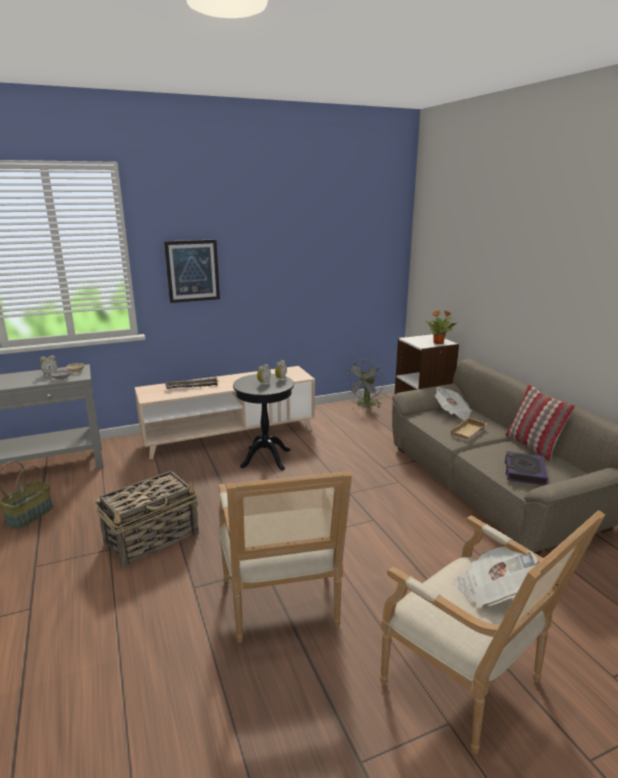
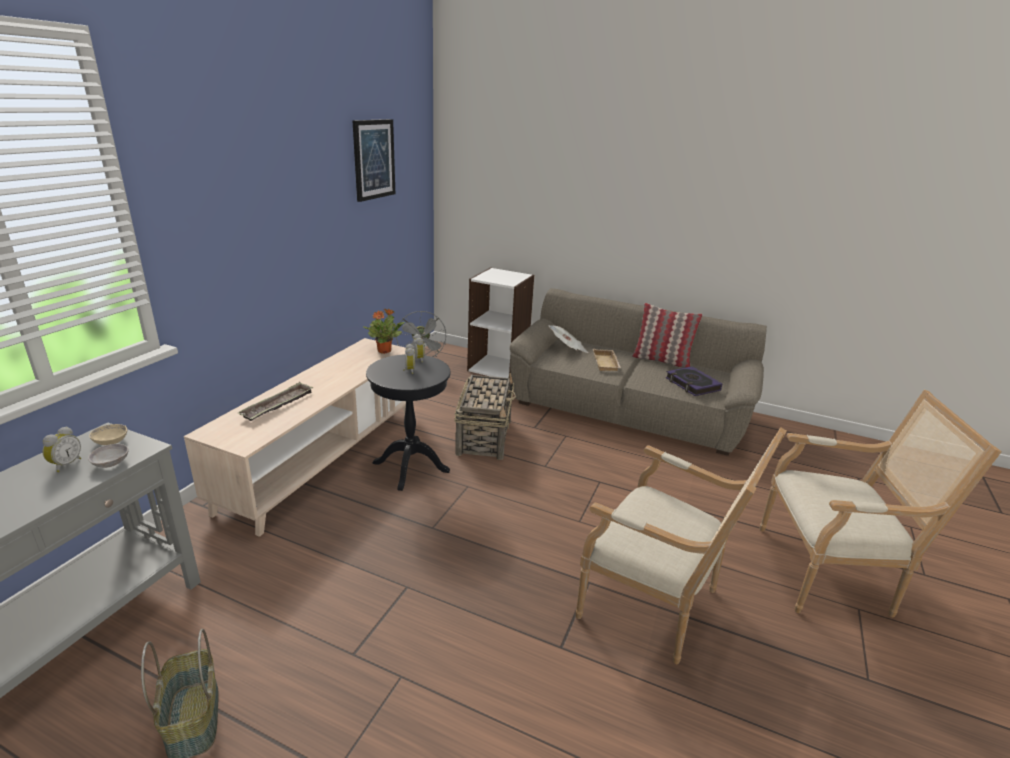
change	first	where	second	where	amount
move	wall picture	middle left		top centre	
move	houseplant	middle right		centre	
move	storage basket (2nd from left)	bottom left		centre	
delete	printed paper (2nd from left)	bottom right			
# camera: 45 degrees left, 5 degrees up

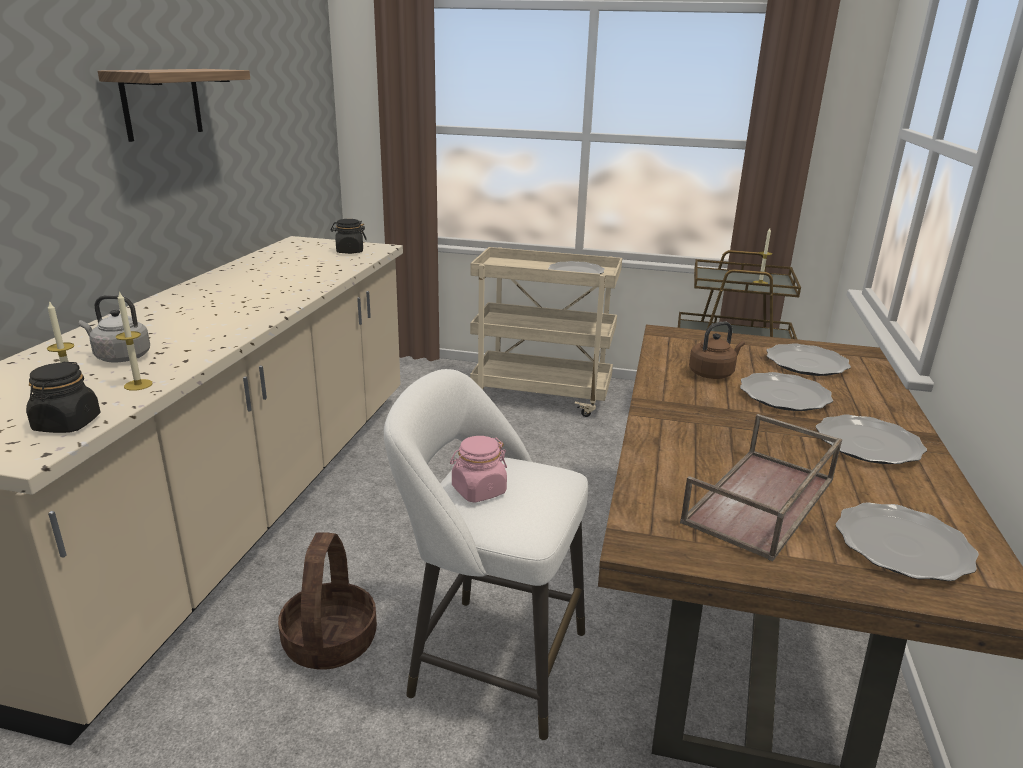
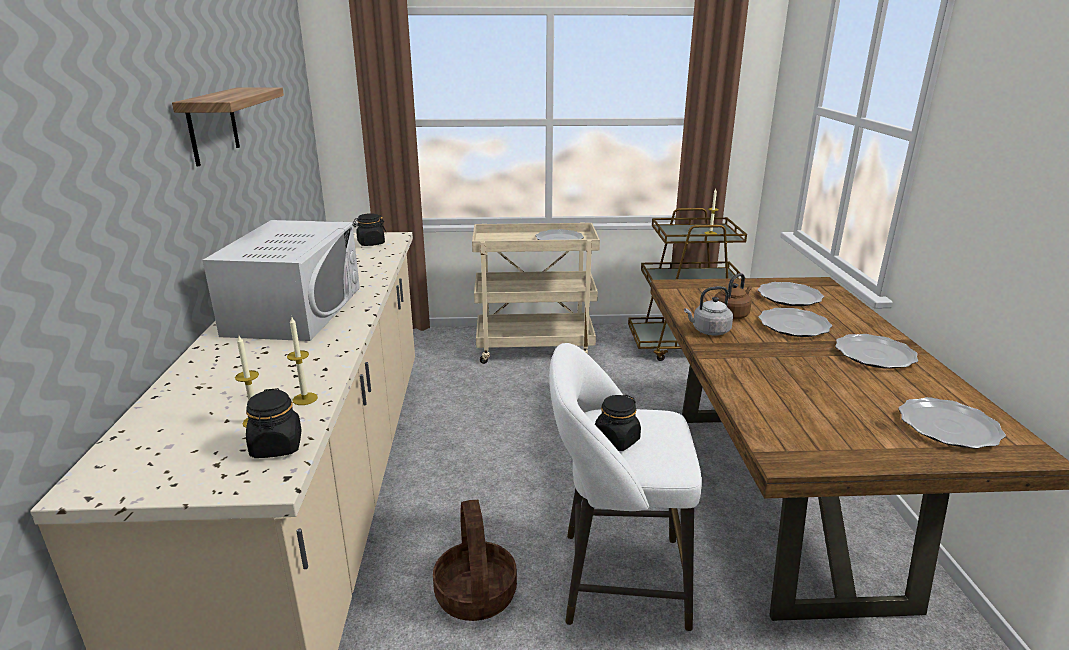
change	first	where	second	where	amount
insert			white-coloured microwave oven	middle left	
recolor	pinkish storage jar	centre	blackish storage jar (3rd from left)	centre	
move	grey water kettle	middle left		centre	
delete	brown carrying tray	middle right			
# camera: 15 degrees left, 0 degrees up

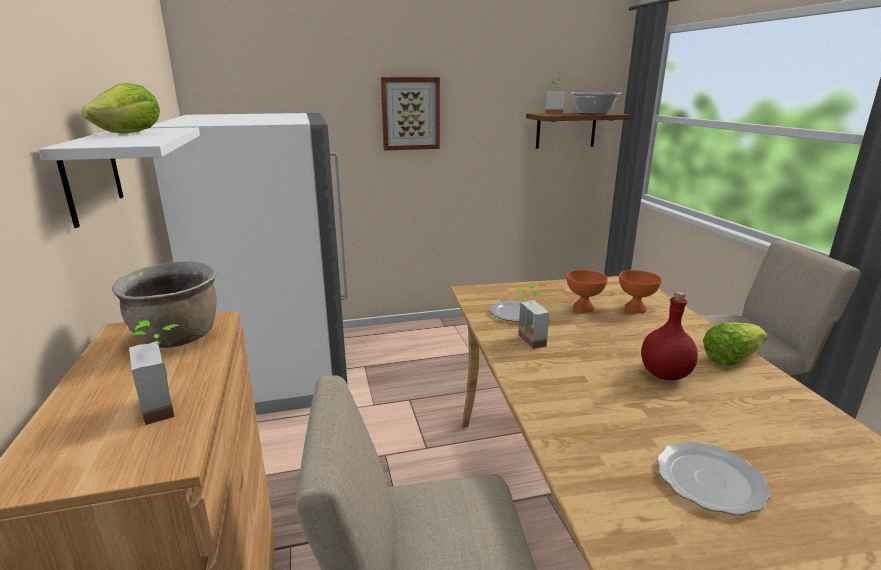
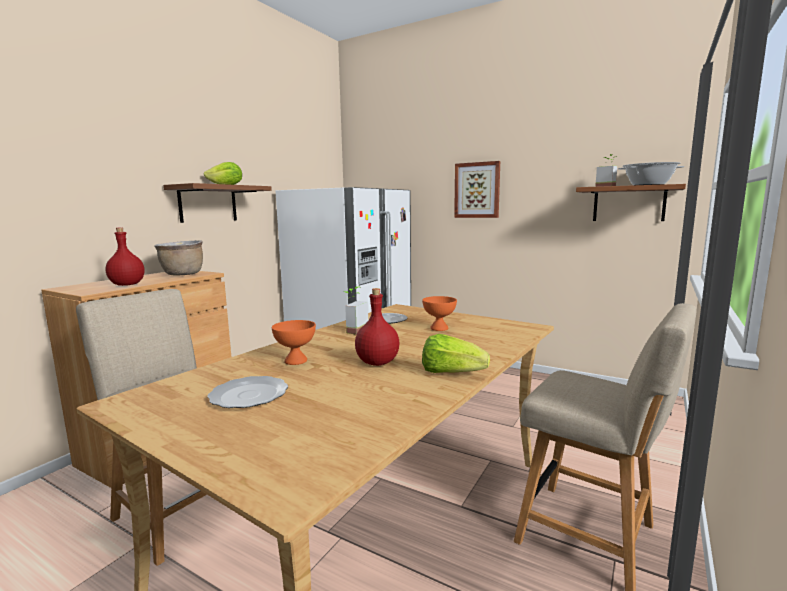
change	first	where	second	where	amount
replace	houseplant (1st from left)	middle left	red drink bottle (1st from left)	middle left	
recolor	white-coloured shelf	top left	brown shelf (1st from left)	middle left	
move	orange serving bowl (2nd from left in the first image)	middle right	orange serving bowl (1st from left)	centre	
# camera: 45 degrees right, 10 degrees down

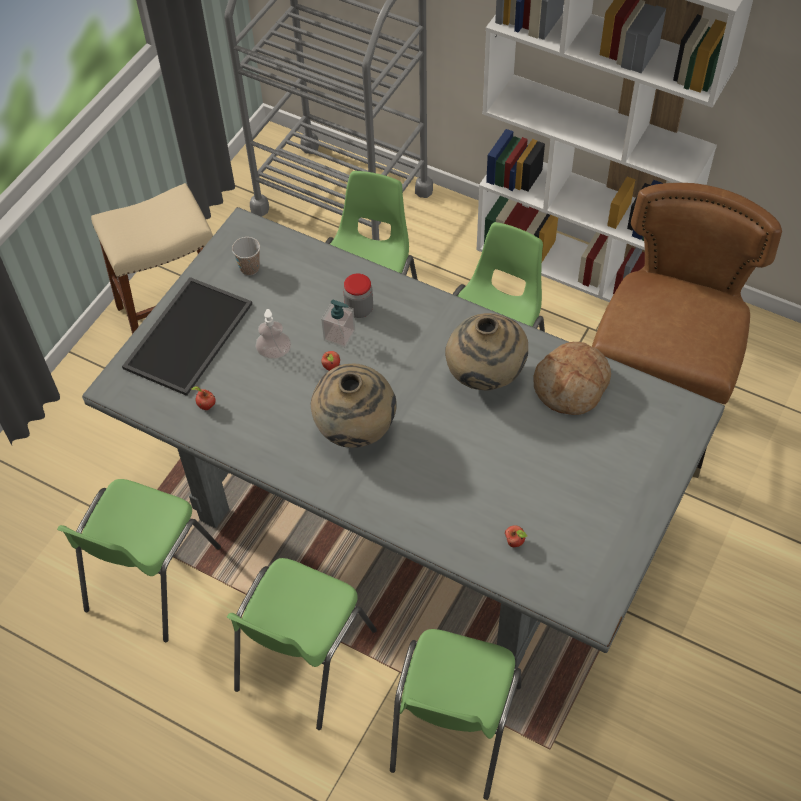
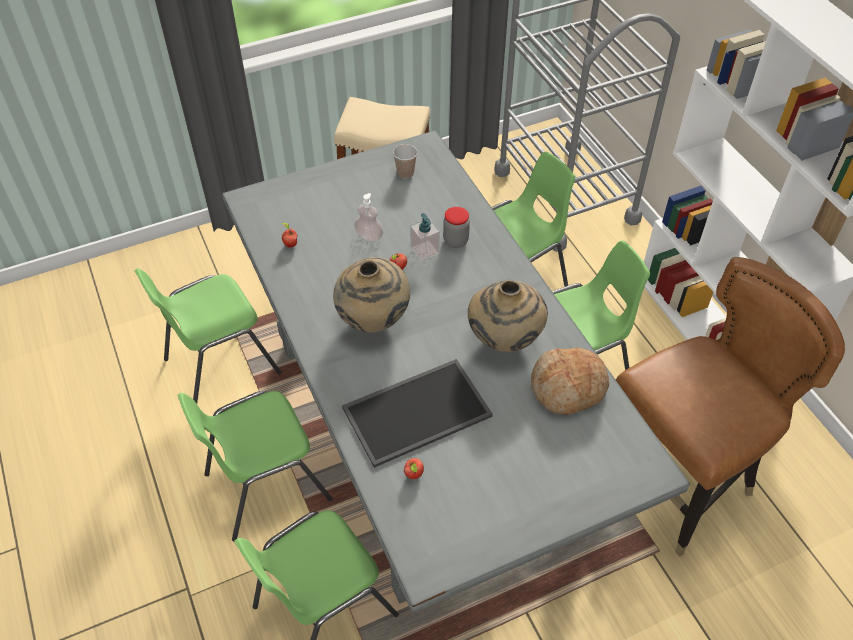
change	first	where	second	where	amount
move	carrying tray	middle left		centre	
# camera: 35 degrees right, 5 degrees down

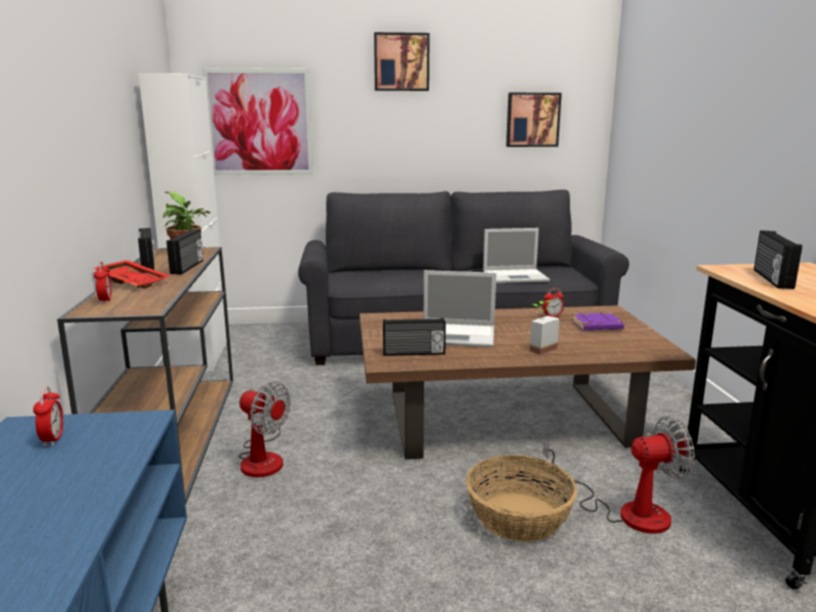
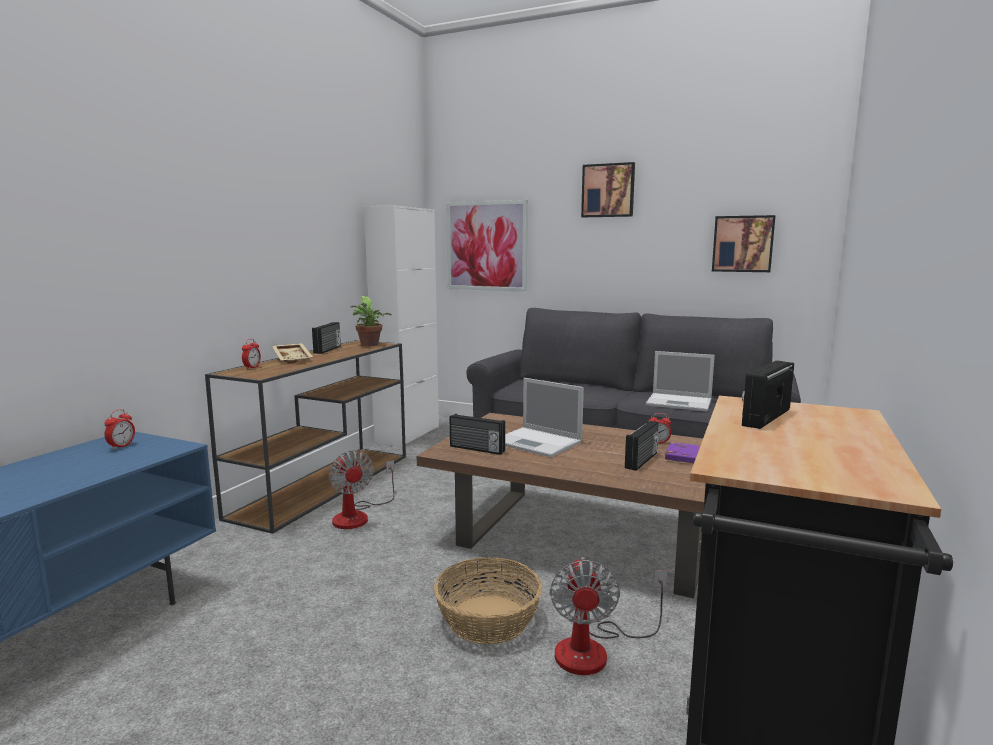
change	first	where	second	where	amount
recolor	red carrying tray	middle left	beige carrying tray	middle left	
rotate	cooling fan (2nd from left)	bottom right		bottom centre	75 degrees clockwise
move	radio set (2nd from left in the first image)	middle left	radio set (3rd from left)	centre	
delete	houseplant (2nd from left)	middle right			
# camera: 30 degrees right, 5 degrees down

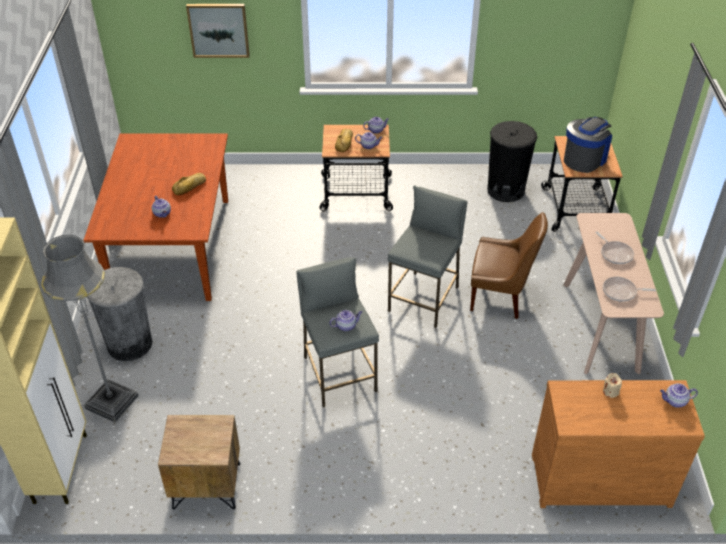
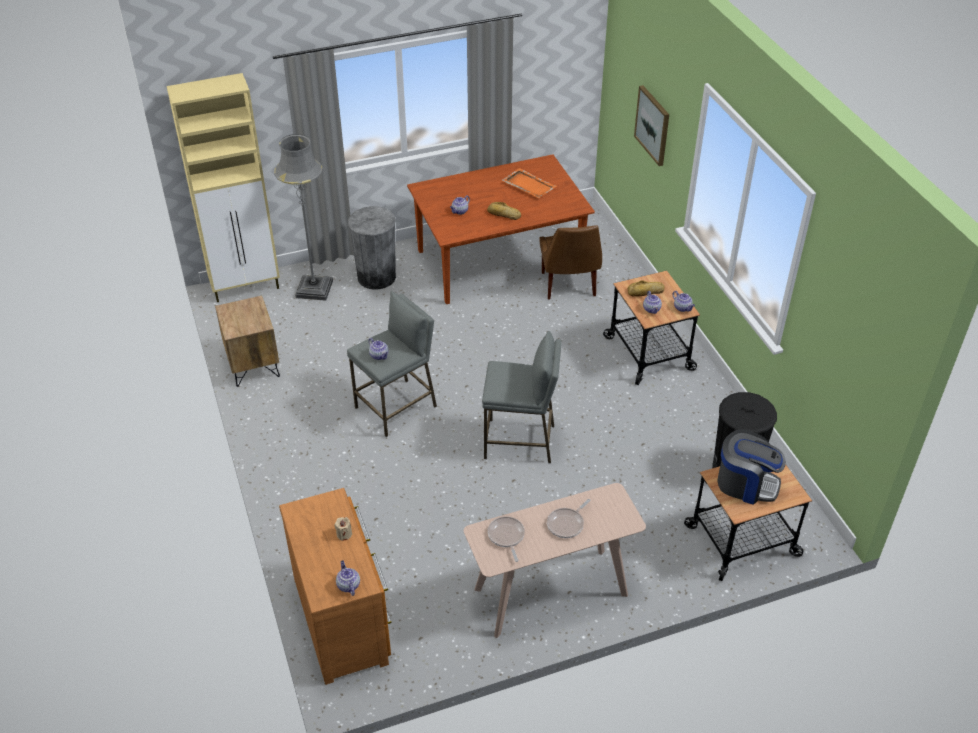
change	first	where	second	where	amount
insert			orange carrying tray	top centre	
move	brown plain chair	middle right		centre	
# camera: 70 degrees right, 0 degrees up

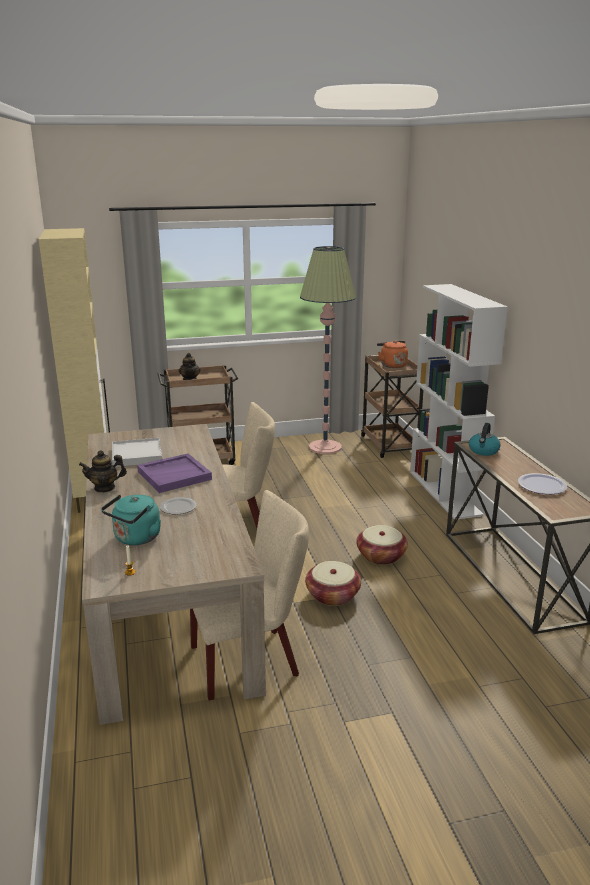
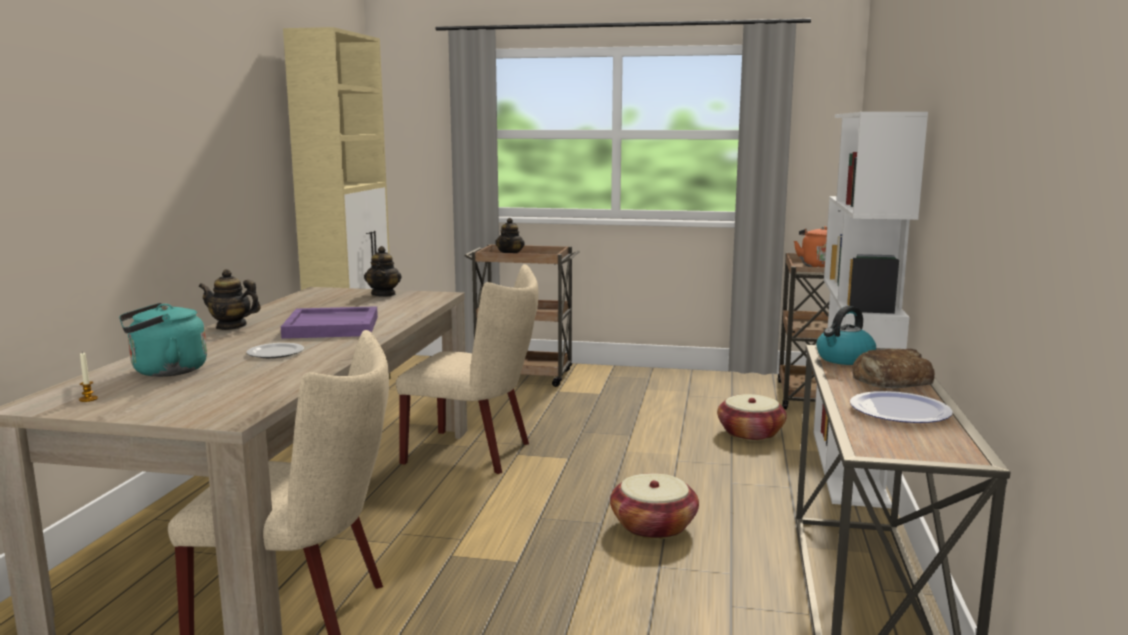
change	first	where	second	where	amount
insert			teapot (2nd from left)	centre	
move	storage basket (1st from left in the first image)	centre	storage basket (2nd from left)	middle right	
insert			bakery bread	middle right	
delete	white-coloured carrying tray	middle left			
delete	standard lamp	centre			
# camera: 25 degrees right, 10 degrees down

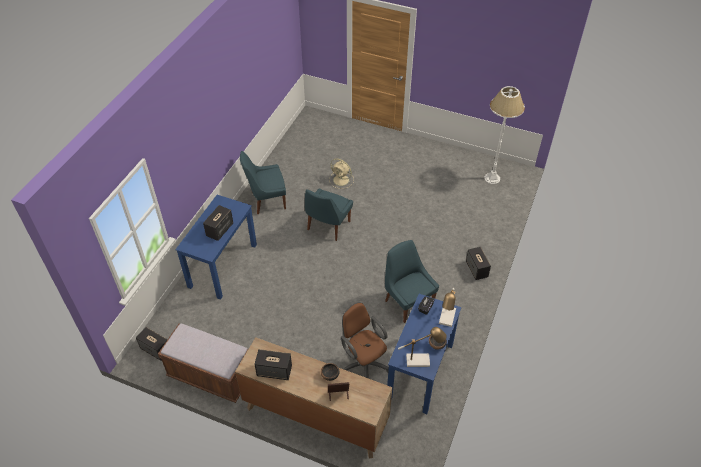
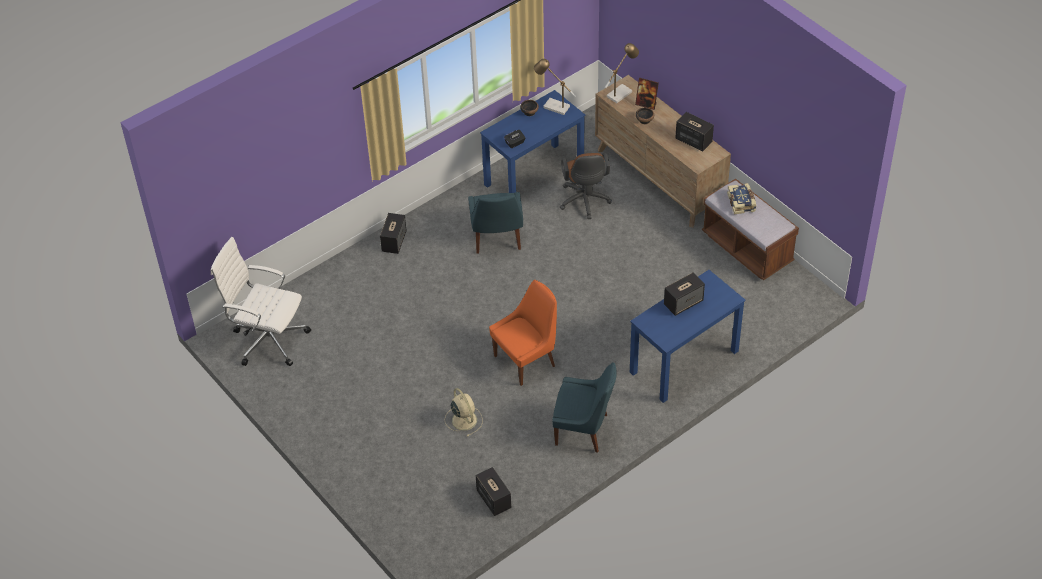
change	first	where	second	where	amount
replace	white-coloured standard lamp	top right	white-coloured computer chair	middle left	
move	loudspeaker (1st from left in the first image)	bottom left	loudspeaker (2nd from left)	bottom centre	
recolor	bluish plain chair (2nd from left)	centre	orange plain chair	centre	
move	table lamp (2nd from left)	centre		top centre	
insert			volume	middle right	
# camera: 150 degrees left, 0 degrees up

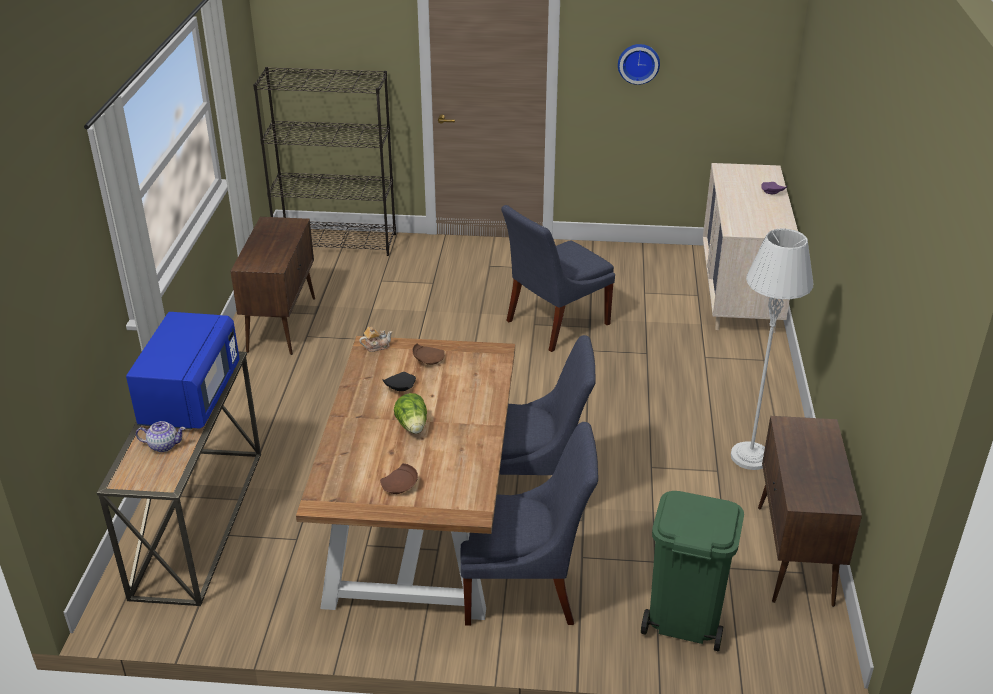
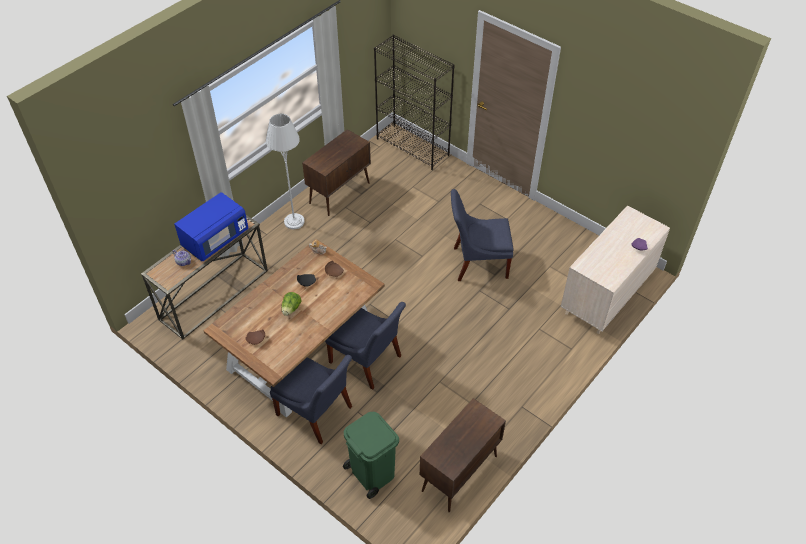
change	first	where	second	where	amount
move	grey standard lamp	middle right		top centre	
delete	wall clock	top centre			
# camera: 35 degrees right, 15 degrees up

